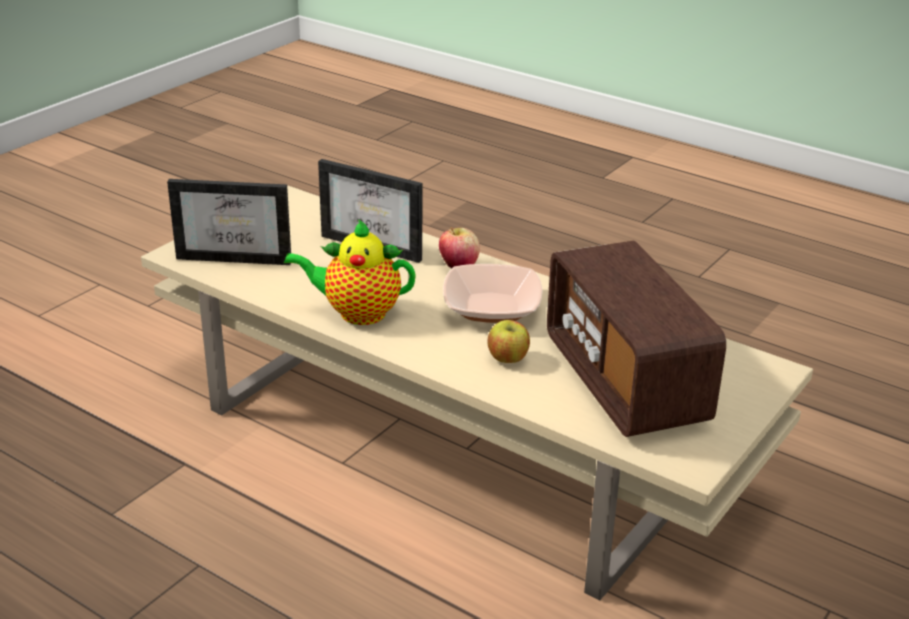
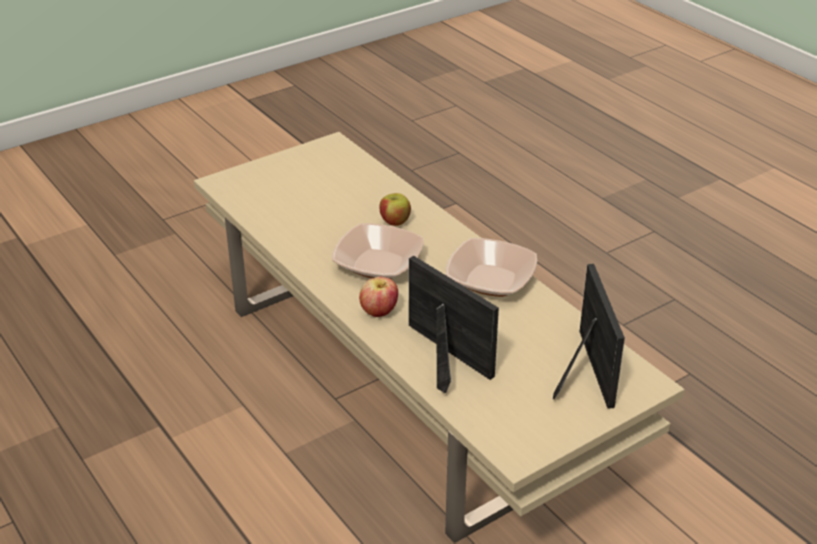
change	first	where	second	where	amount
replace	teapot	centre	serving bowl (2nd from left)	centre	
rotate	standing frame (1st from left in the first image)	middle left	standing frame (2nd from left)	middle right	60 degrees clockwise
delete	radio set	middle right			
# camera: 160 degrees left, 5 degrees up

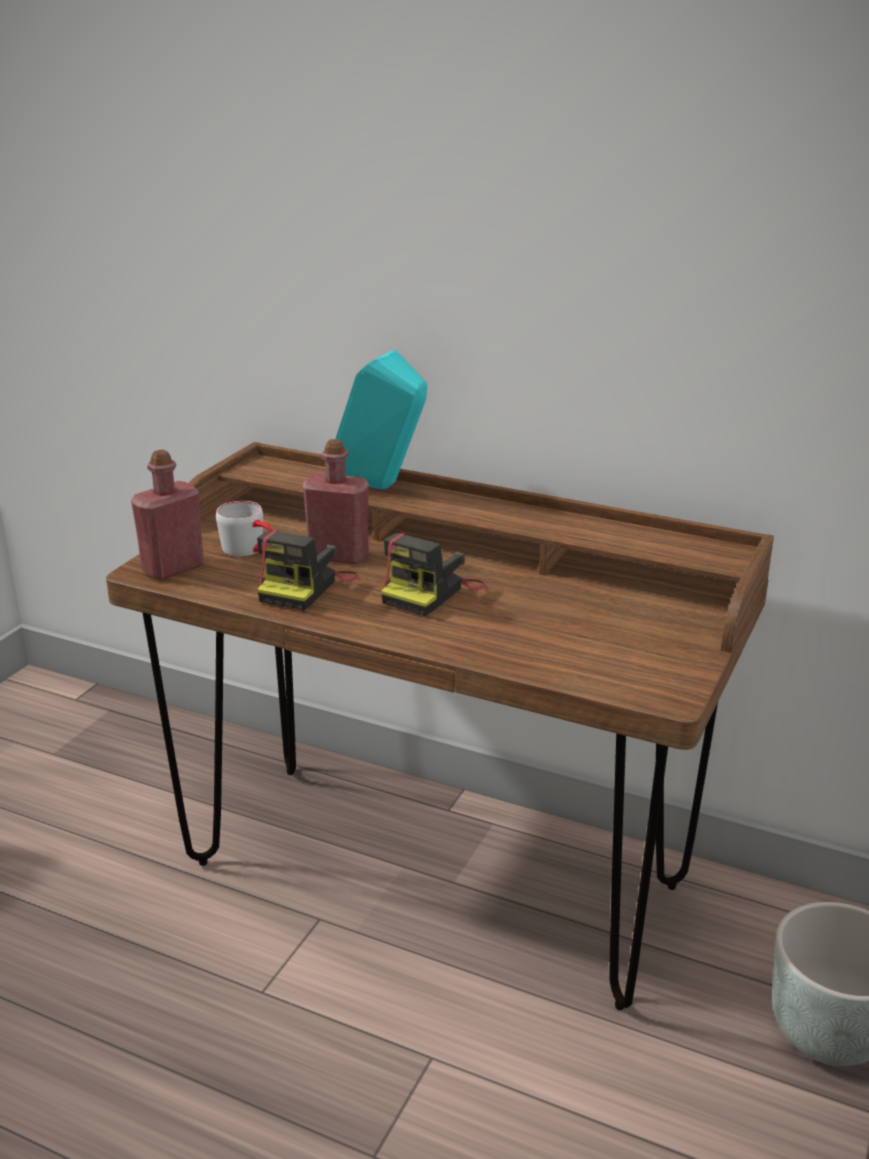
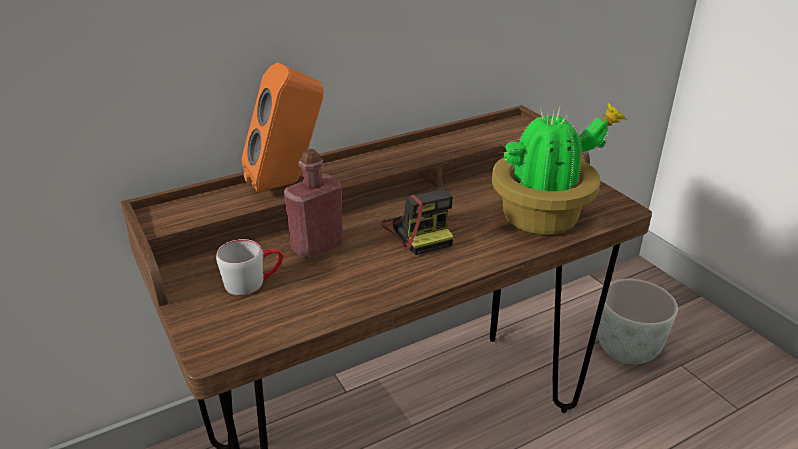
change	first	where	second	where	amount
recolor	turquoise loudspeaker	centre	orange loudspeaker	top centre	
insert			houseplant	middle right	
delete	red drink bottle (1st from left)	middle left			
delete	still camera (1st from left)	centre			
# camera: 55 degrees left, 5 degrees up

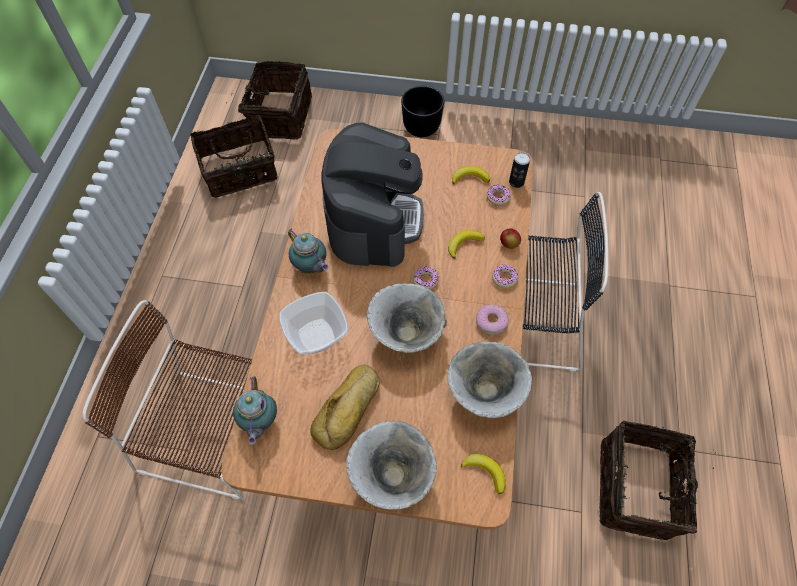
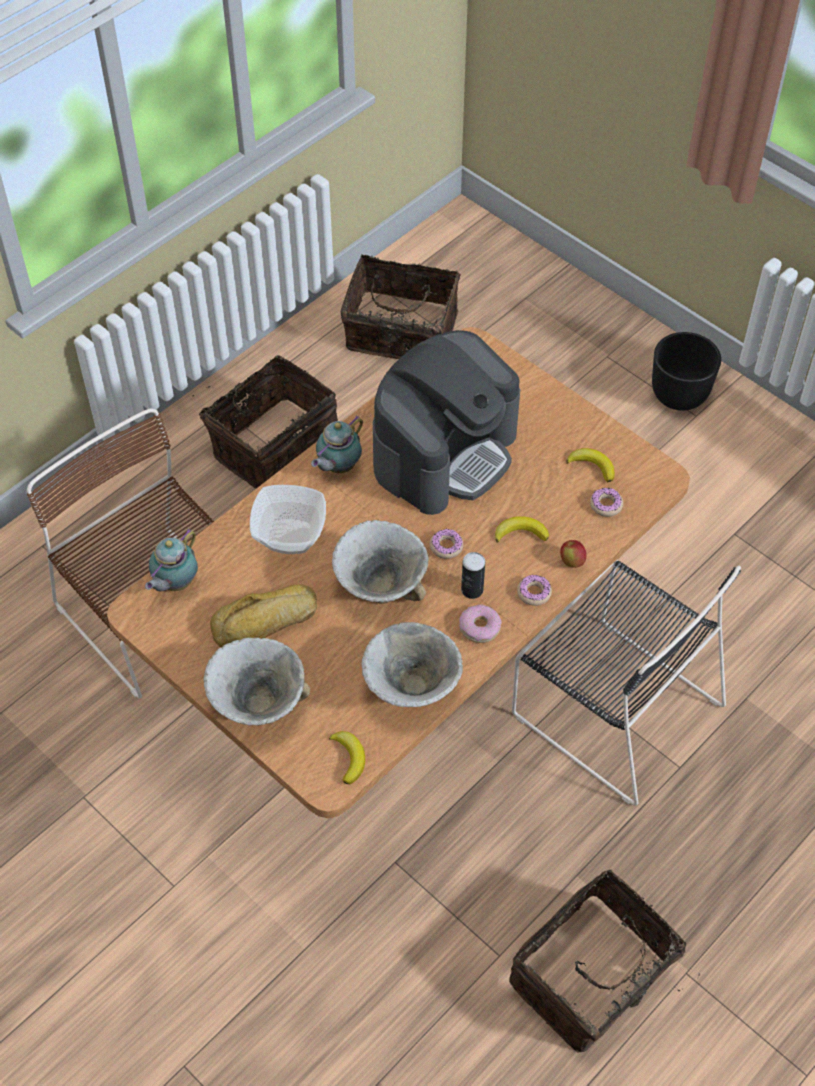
change	first	where	second	where	amount
move	storage basket (2nd from left in the first image)	top centre	storage basket (1st from left)	middle left	
rotate	teapot (2nd from left)	centre		centre	45 degrees clockwise
move	sealed can	top centre		centre	
# camera: 35 degrees right, 5 degrees down

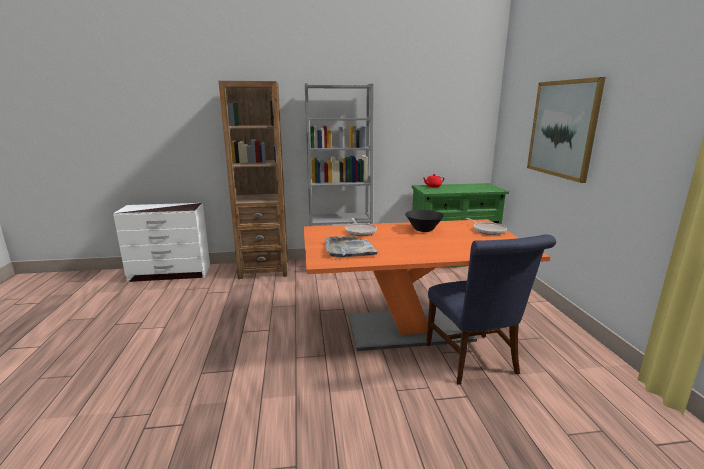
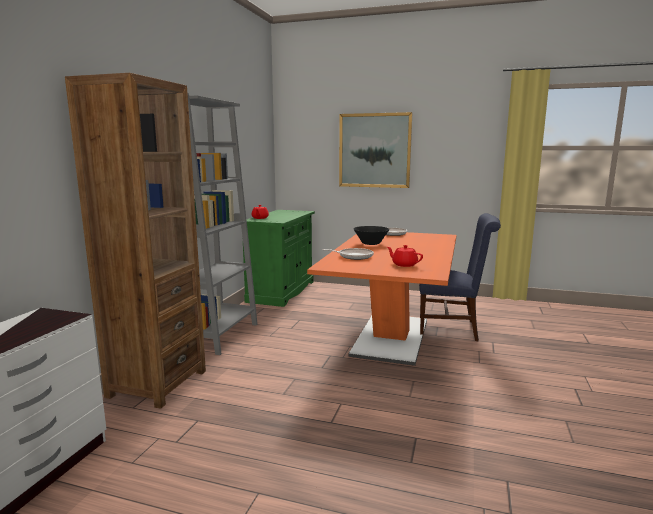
change	first	where	second	where	amount
replace	grey carrying tray	centre	red teapot (2nd from left)	centre	
# camera: 65 degrees left, 5 degrees down

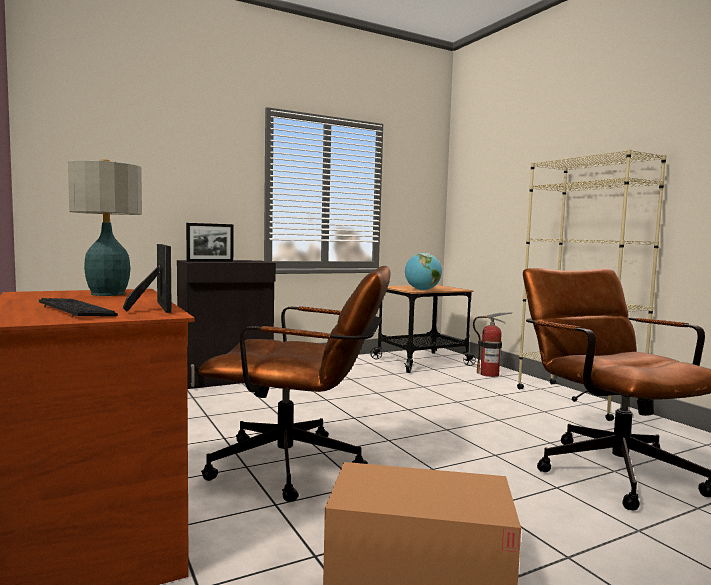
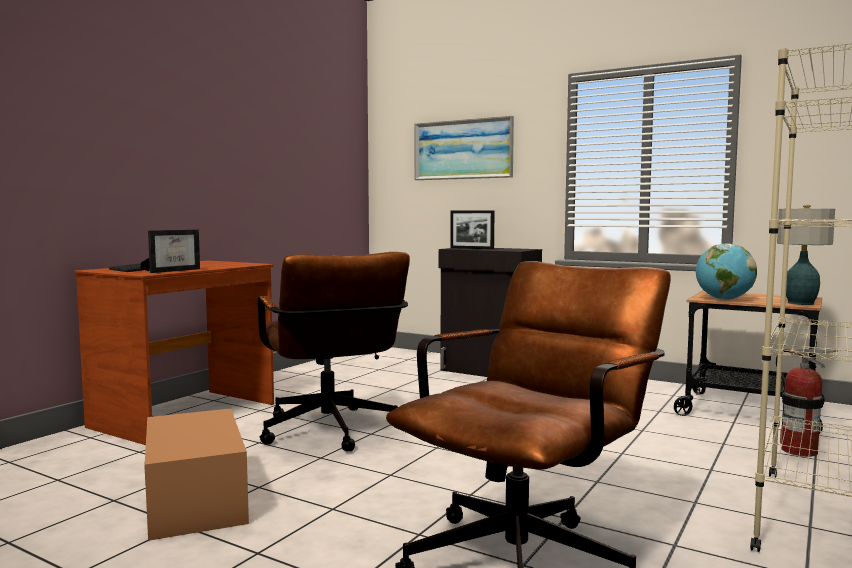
change	first	where	second	where	amount
insert			wall picture	top centre	
move	table lamp	middle left		middle right	
# camera: 60 degrees right, 0 degrees up

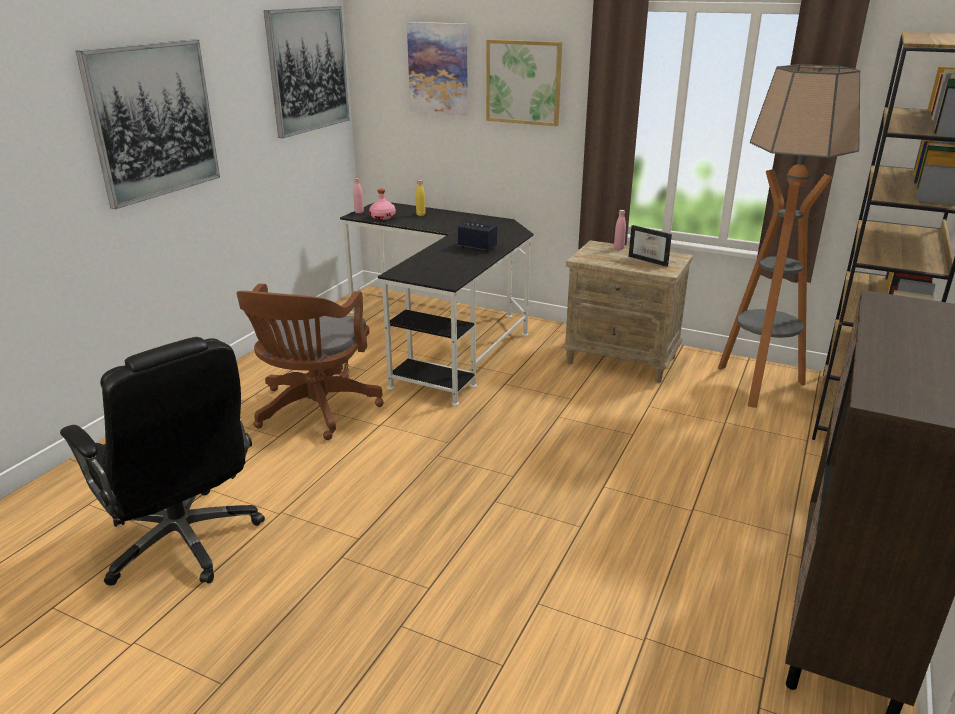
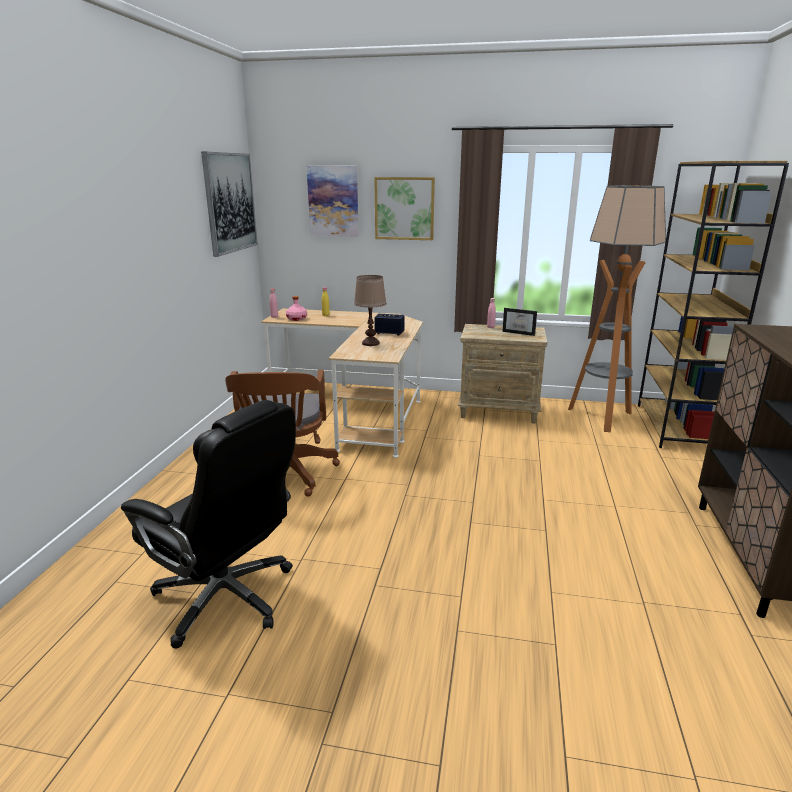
change	first	where	second	where	amount
recolor	blackish desk	centre	beige desk	centre	
insert			brown table lamp	centre	
delete	wall picture (1st from left)	top left			
# camera: 15 degrees left, 5 degrees down

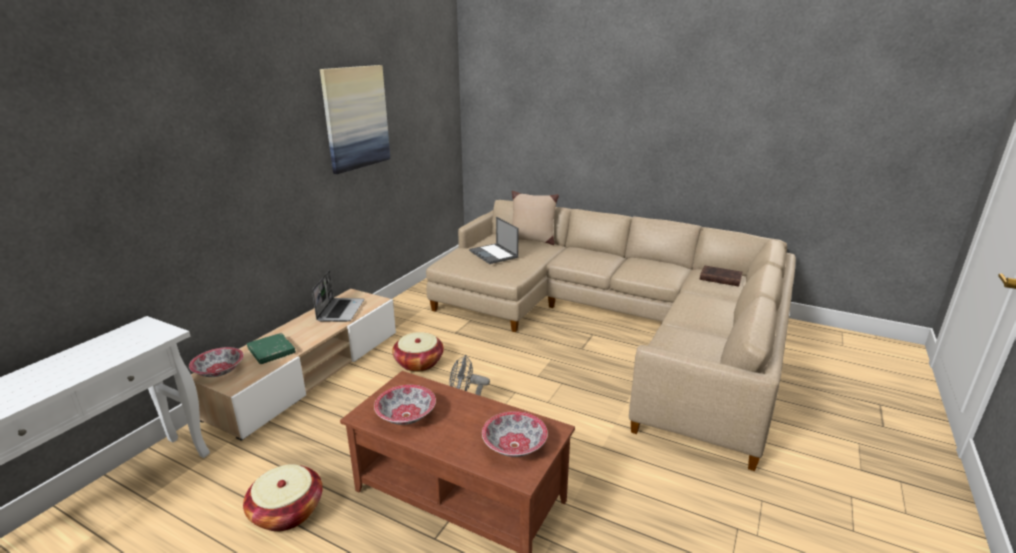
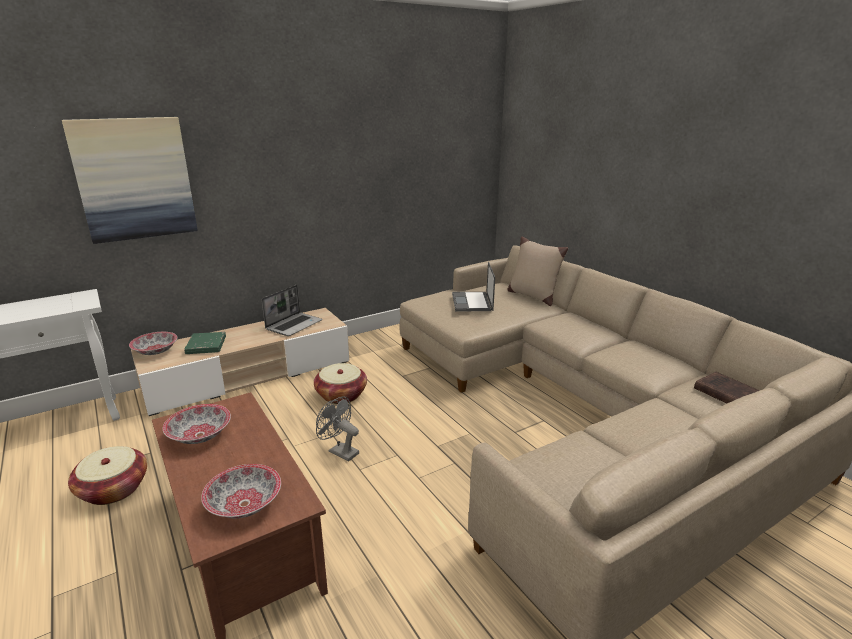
change	first	where	second	where	amount
move	wall picture	top centre		top left	
# camera: 30 degrees right, 0 degrees up

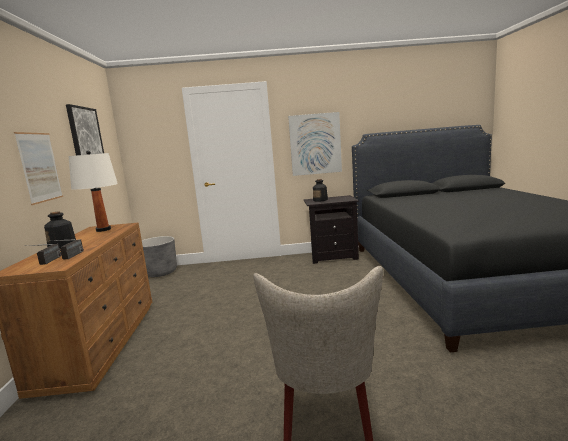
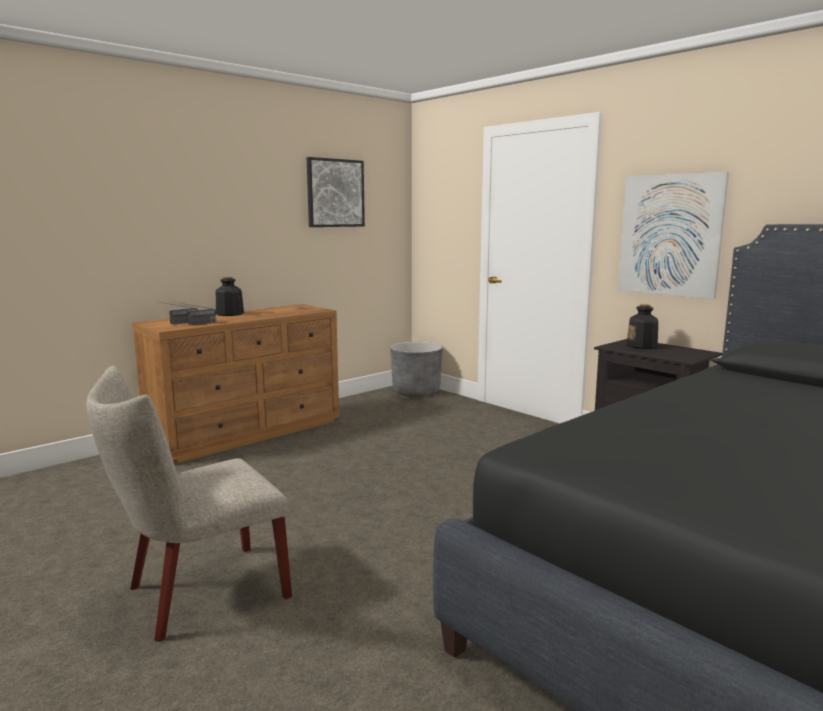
change	first	where	second	where	amount
delete	wall picture (1st from left)	middle left			
delete	white-coloured table lamp	middle left			
# camera: 50 degrees right, 0 degrees up

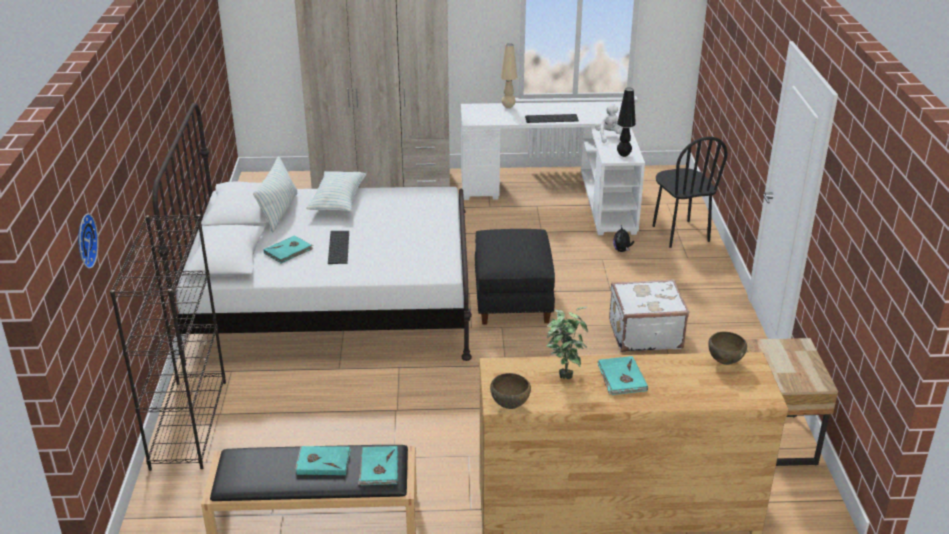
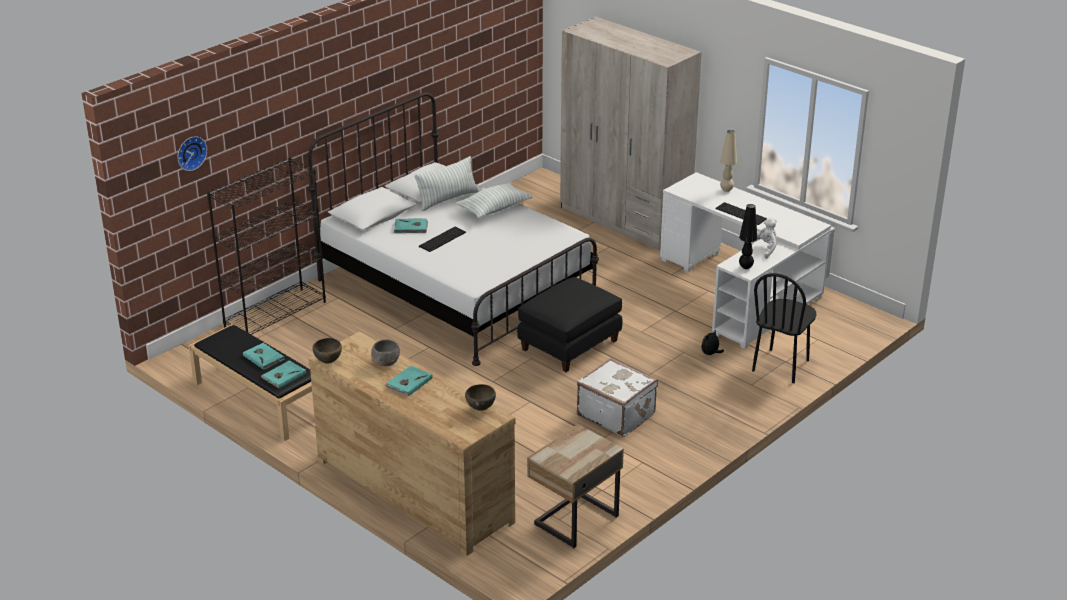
change	first	where	second	where	amount
replace	houseplant	centre	grey serving bowl	centre	
# camera: 45 degrees right, 0 degrees up

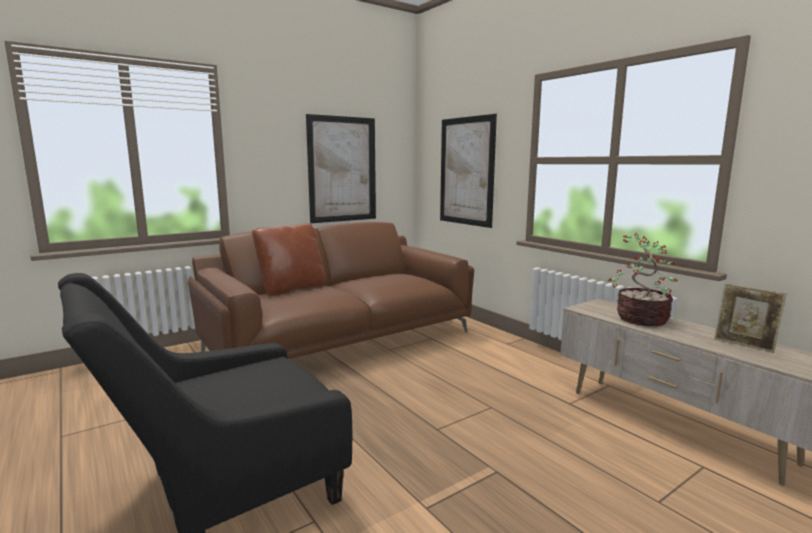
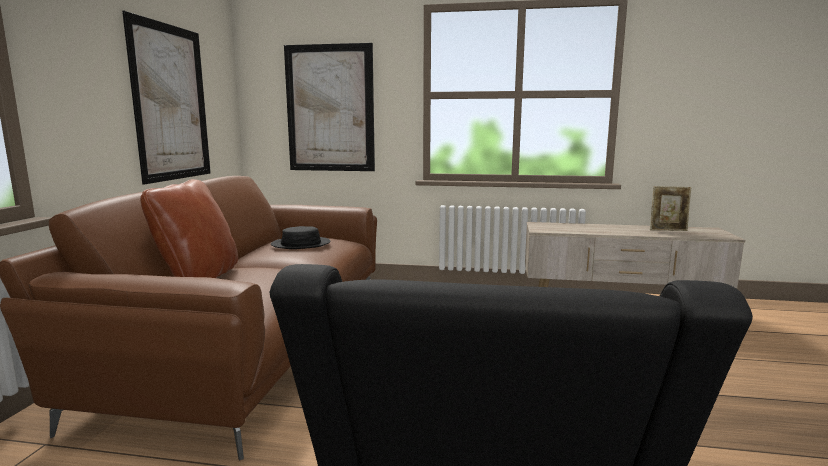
change	first	where	second	where	amount
insert			blackish clothing hat	centre	
delete	houseplant	middle right			
# camera: 45 degrees left, 0 degrees up

